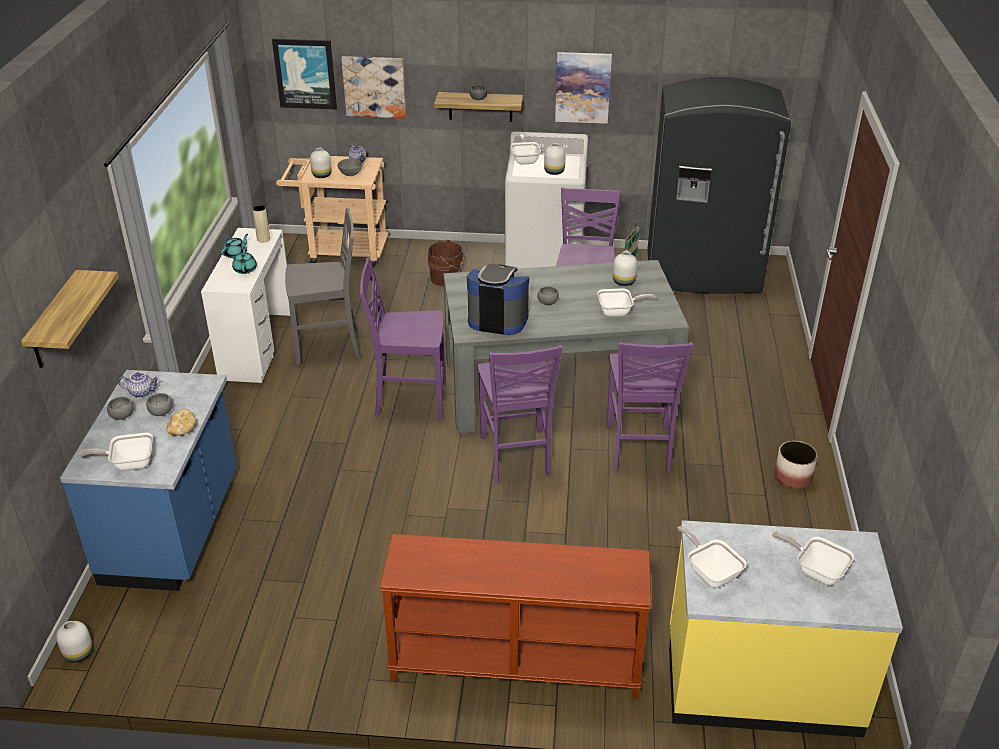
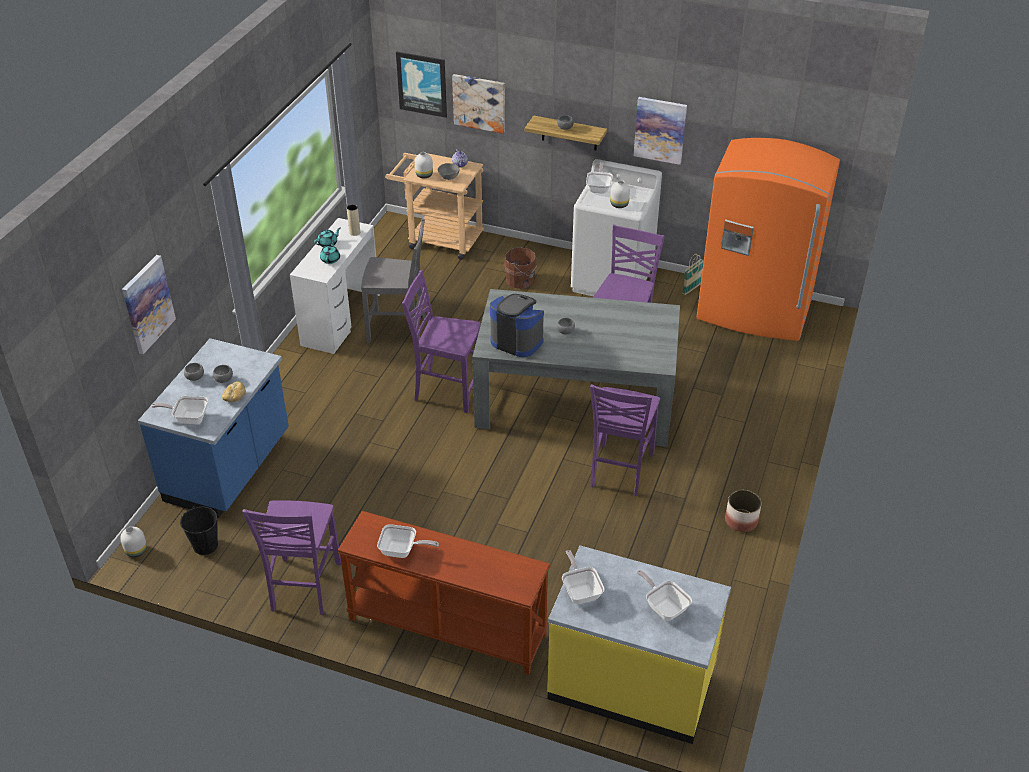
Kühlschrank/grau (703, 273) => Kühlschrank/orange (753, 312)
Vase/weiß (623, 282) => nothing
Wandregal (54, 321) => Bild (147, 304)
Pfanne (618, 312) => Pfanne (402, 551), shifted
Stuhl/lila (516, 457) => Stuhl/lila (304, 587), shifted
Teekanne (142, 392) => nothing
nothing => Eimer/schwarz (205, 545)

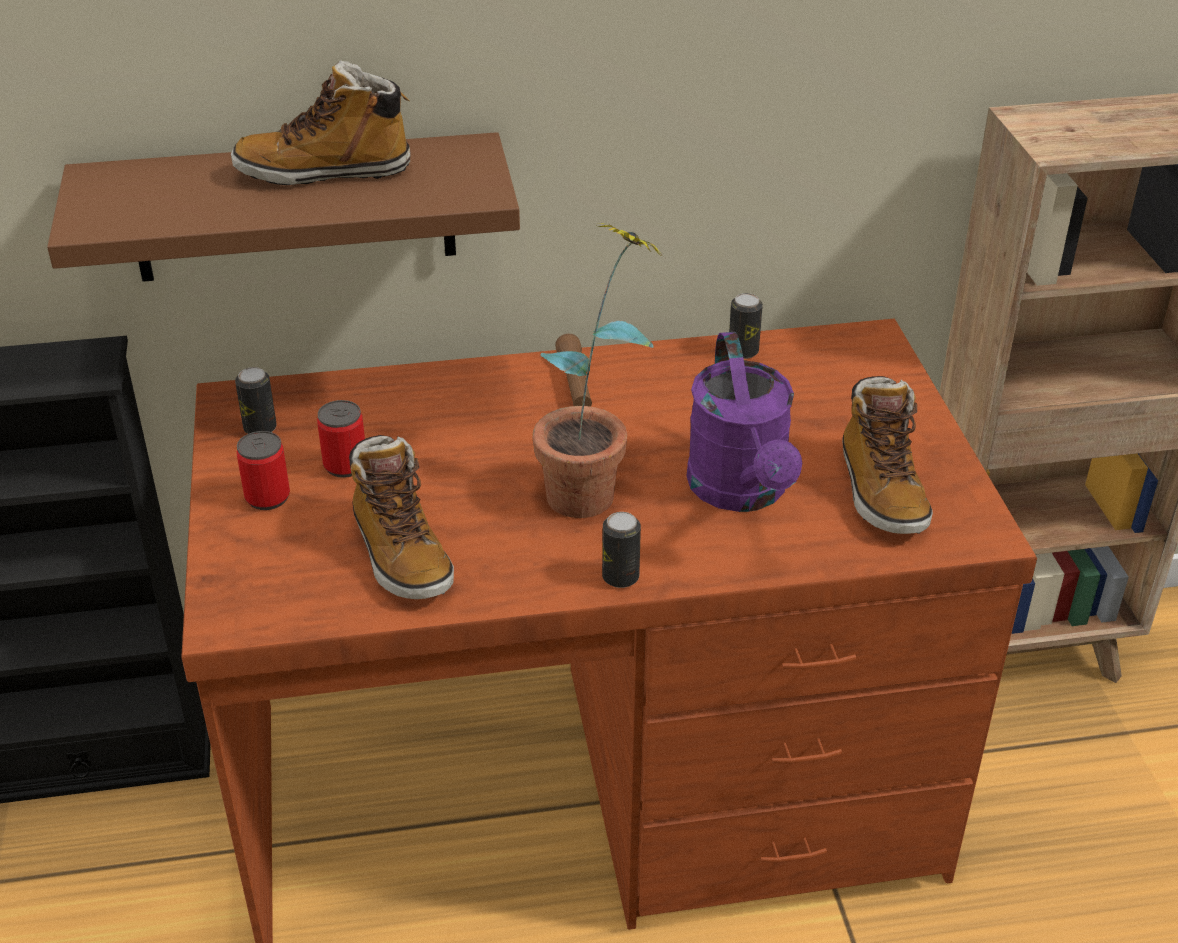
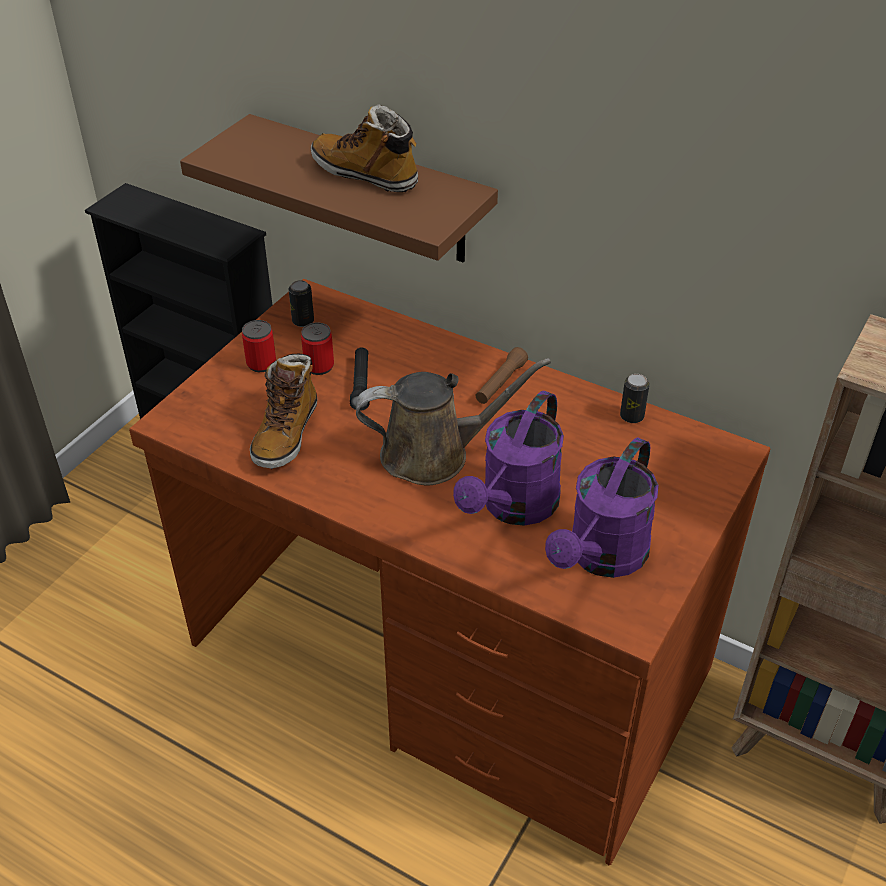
Topfpflanze (595, 486) => Gießkanne/braun (434, 454)
Stiefel (880, 491) => Gießkanne/lila (601, 558)
Dose (620, 577) => nothing
nothing => Taschenlampe/schwarz (361, 384)

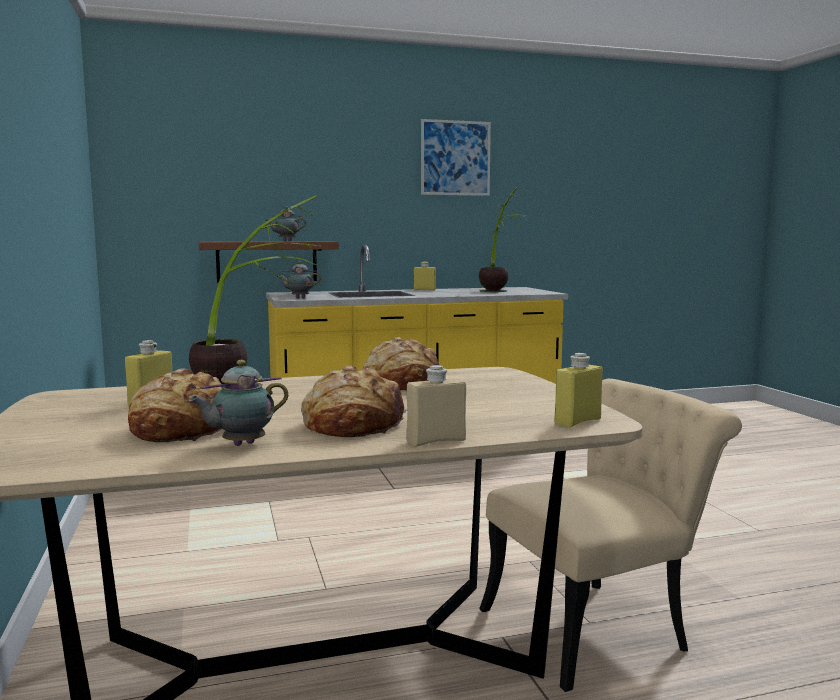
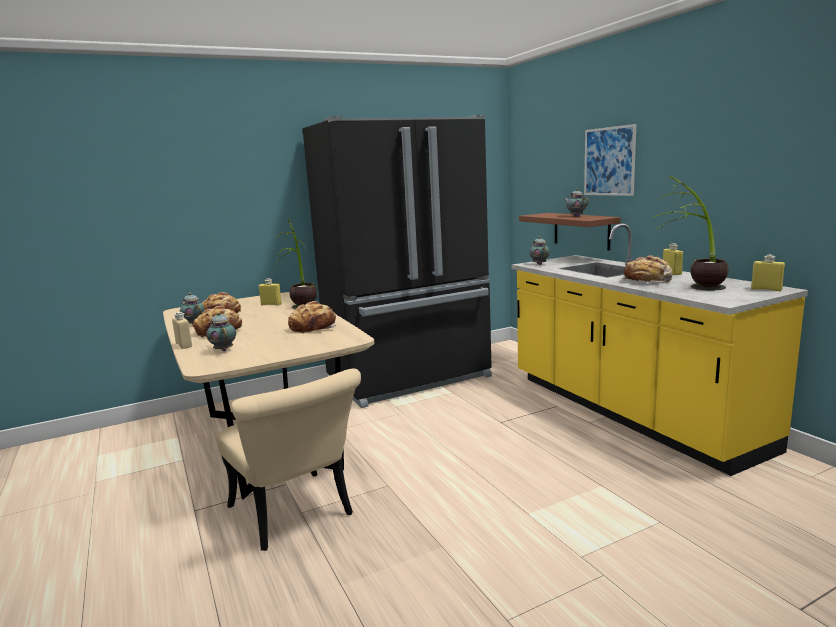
Bild (455, 158) => Bild (609, 161), shifted
Flasche/gelb (577, 421) => Flasche/gelb (766, 289), shifted
nothing => Kühlschrank/schwarz (411, 379)
nothing => Brot (647, 280)
nothing => Teekanne (223, 350)

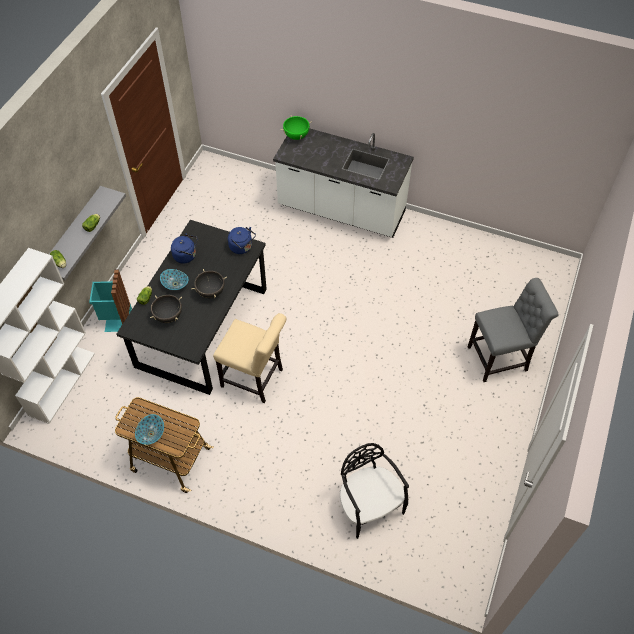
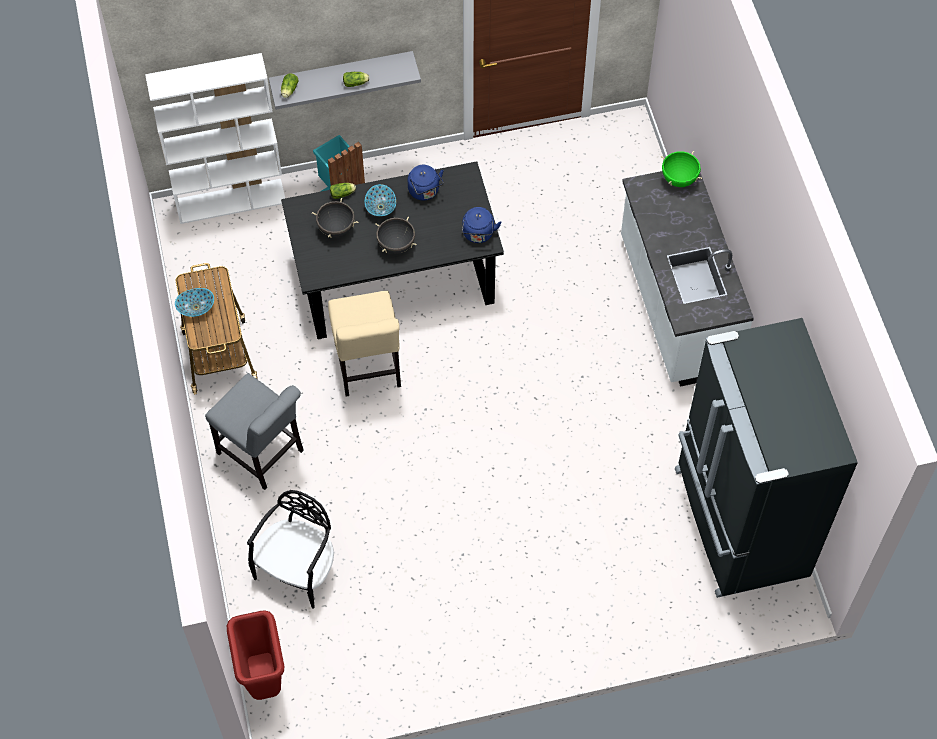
Stuhl/grau (500, 358) => Stuhl/grau (263, 454), shifted
nothing => Kühlschrank/schwarz (738, 523)
nothing => Mülleimer/rot (263, 680)

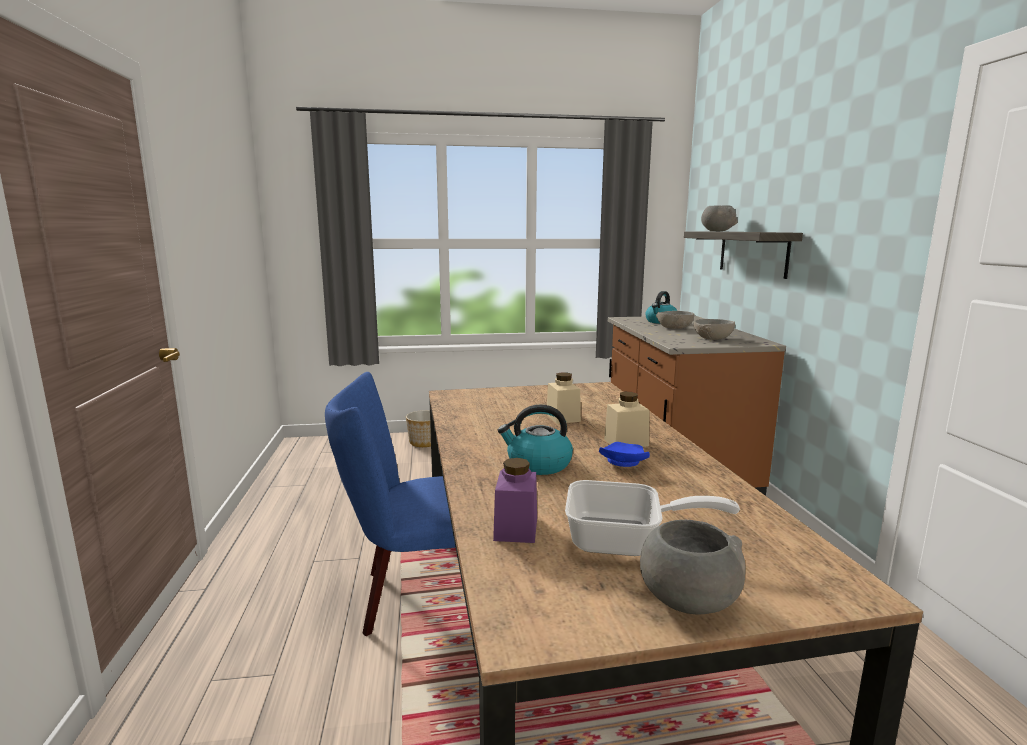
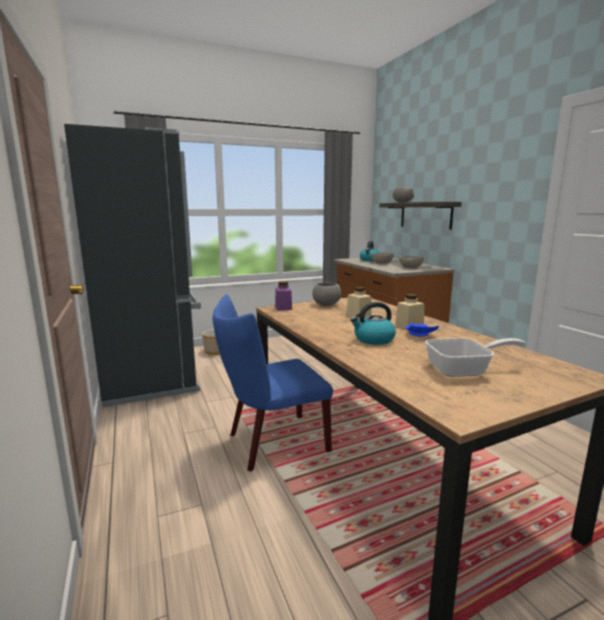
Vorratsglas/lila (516, 528) => Vorratsglas/lila (283, 308), shifted
Schüssel/grau (687, 600) => Schüssel/grau (326, 304), shifted
nothing => Kühlschrank/schwarz (152, 373)

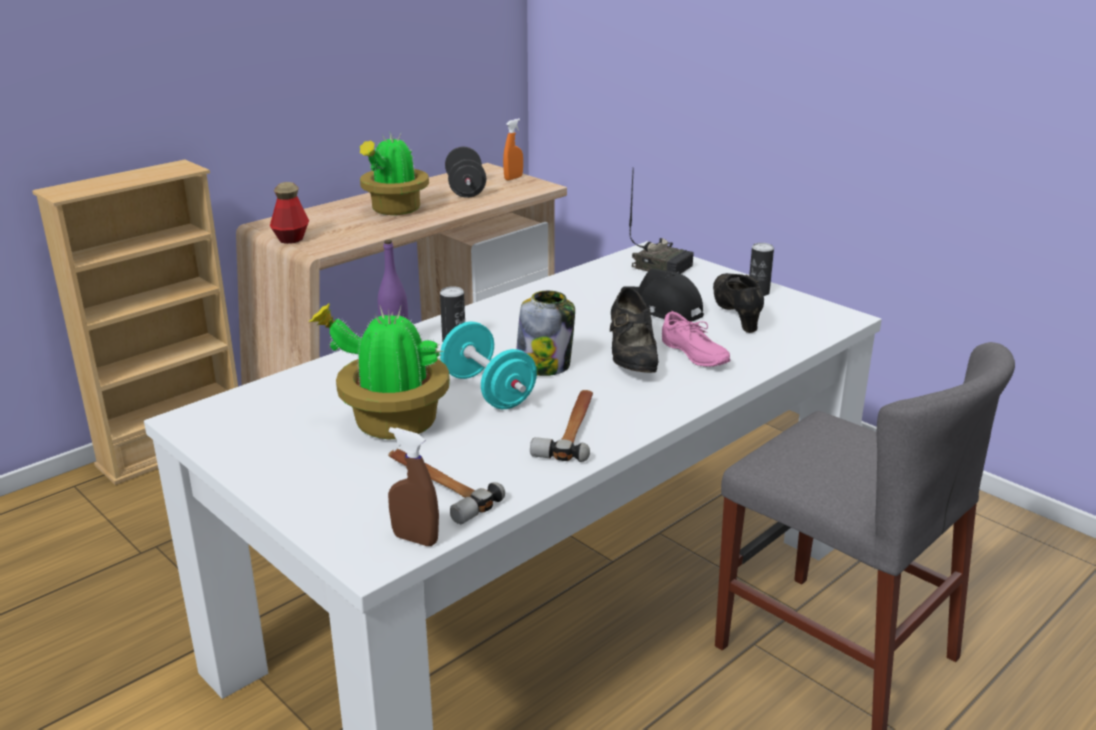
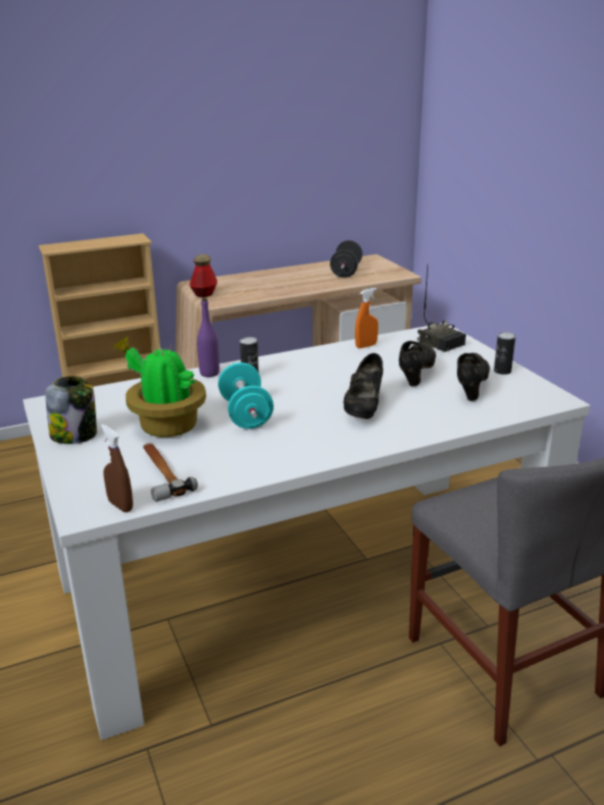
Sprühflasche/orange (513, 178) => Sprühflasche/orange (366, 346), shifted
Topfpflanze (394, 210) => nothing
Kappe/schwarz (661, 309) => Schuh/schwarz (415, 373)
Vorratsglas (544, 365) => Vorratsglas (75, 435), shifted
Schuh/rosa (692, 355) => nothing
Hammer (571, 429) => nothing

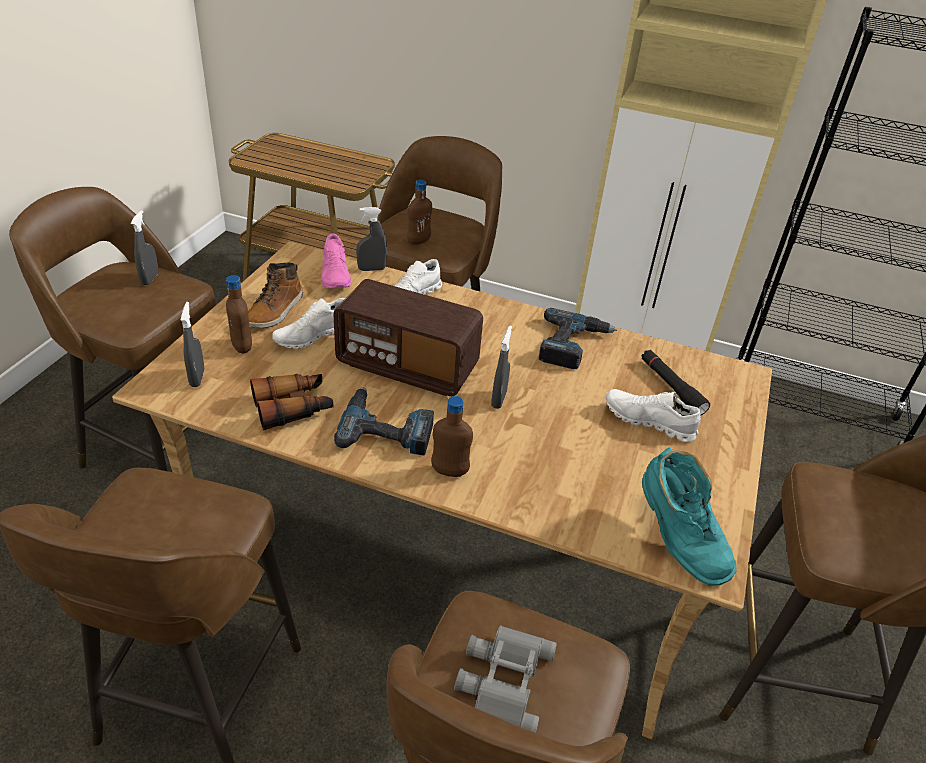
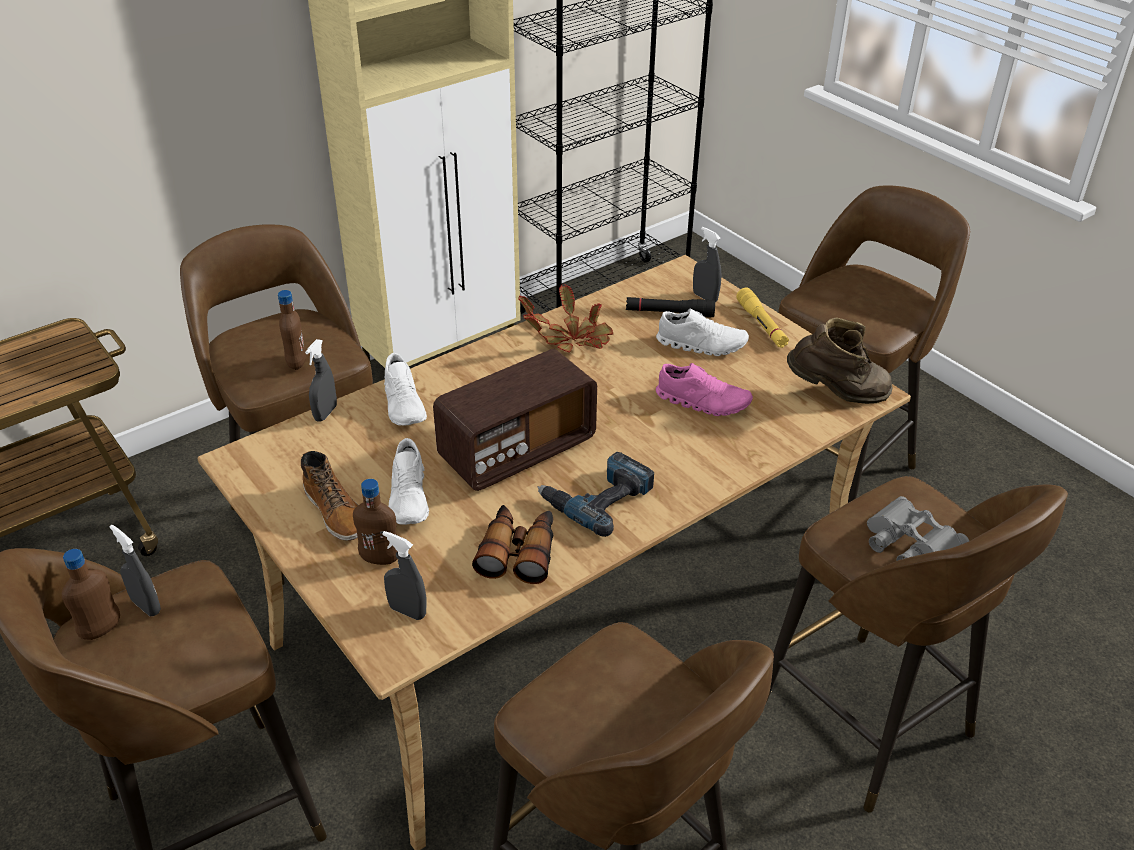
Schuh/rosa (336, 276) => Schuh/rosa (703, 402), shifted
Bohrmaschine (572, 345) => Topfpflanze (571, 338)
Sprühflasche/grau (498, 399) => Sprühflasche/grau (705, 297), shifted
Schuh/weiß (648, 421) => Schuh/weiß (701, 345), 135 degrees counterclockwise
Flasche/braun (449, 471) => Flasche/braun (101, 630), shifted
Stiefel/türkis (676, 542) => Stiefel/braun (837, 394)
nothing => Taschenlampe/gelb (761, 325)

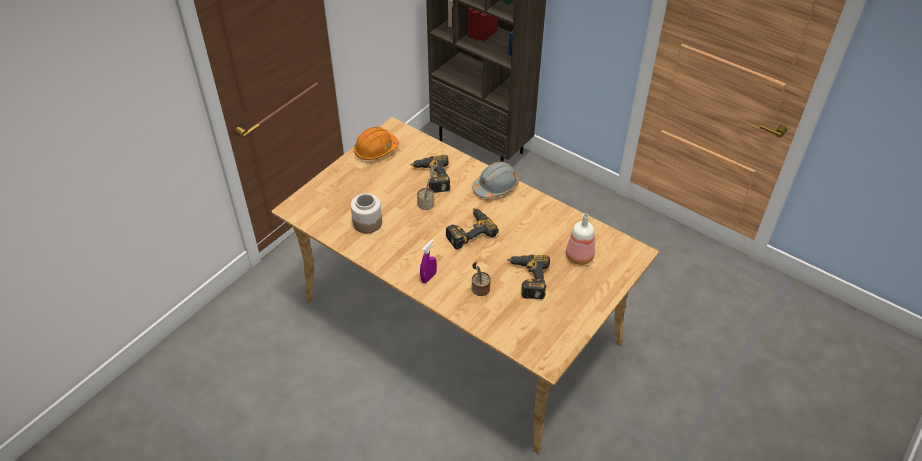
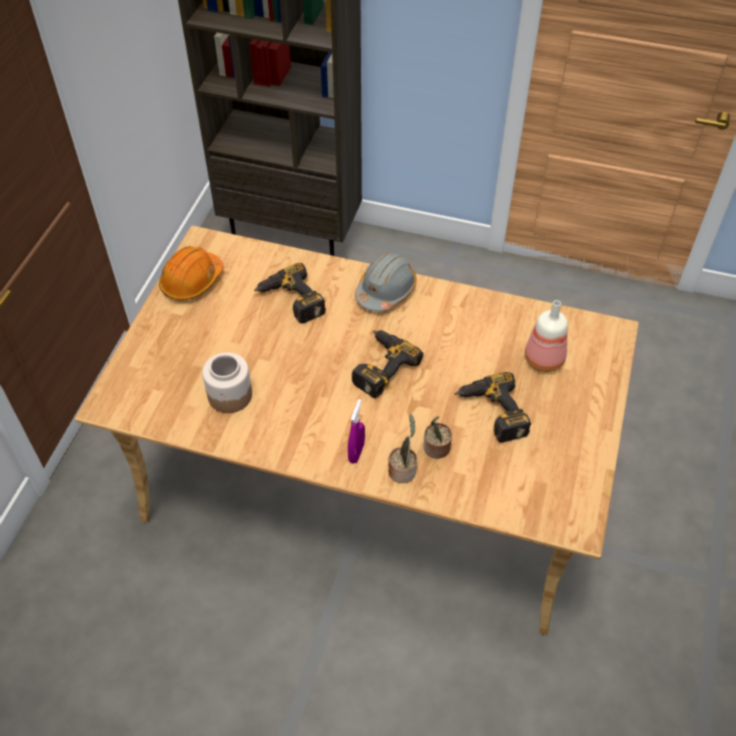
Topfpflanze (427, 203) => Topfpflanze (403, 470), shifted

